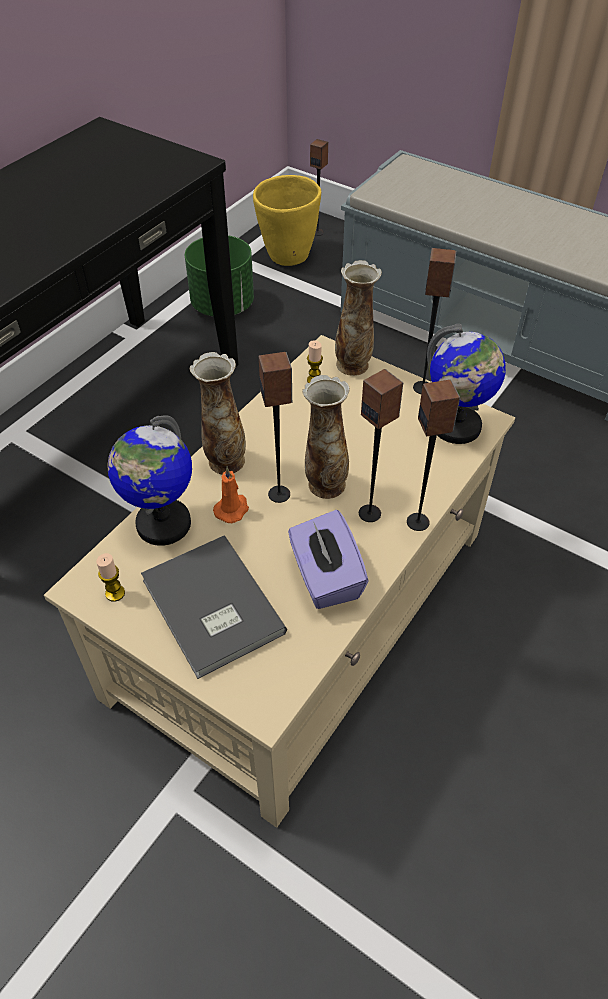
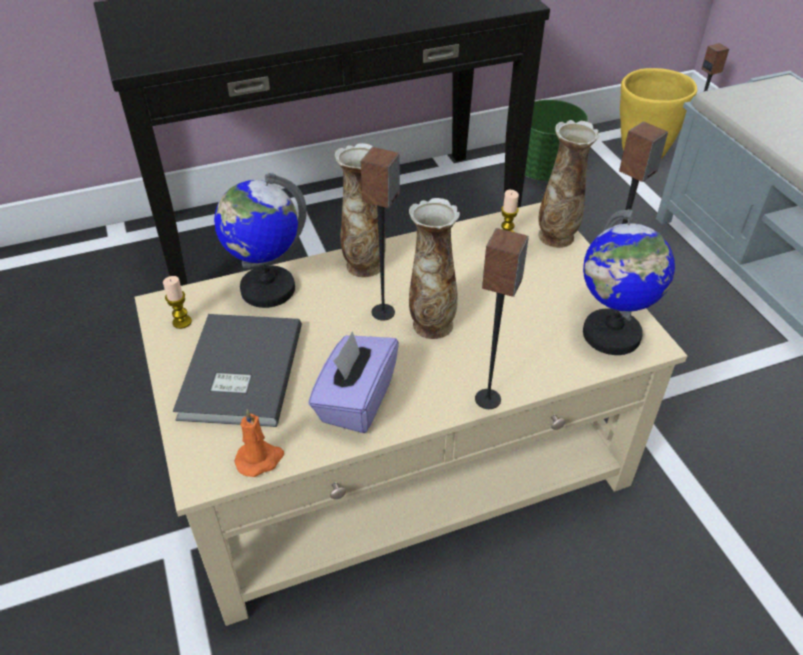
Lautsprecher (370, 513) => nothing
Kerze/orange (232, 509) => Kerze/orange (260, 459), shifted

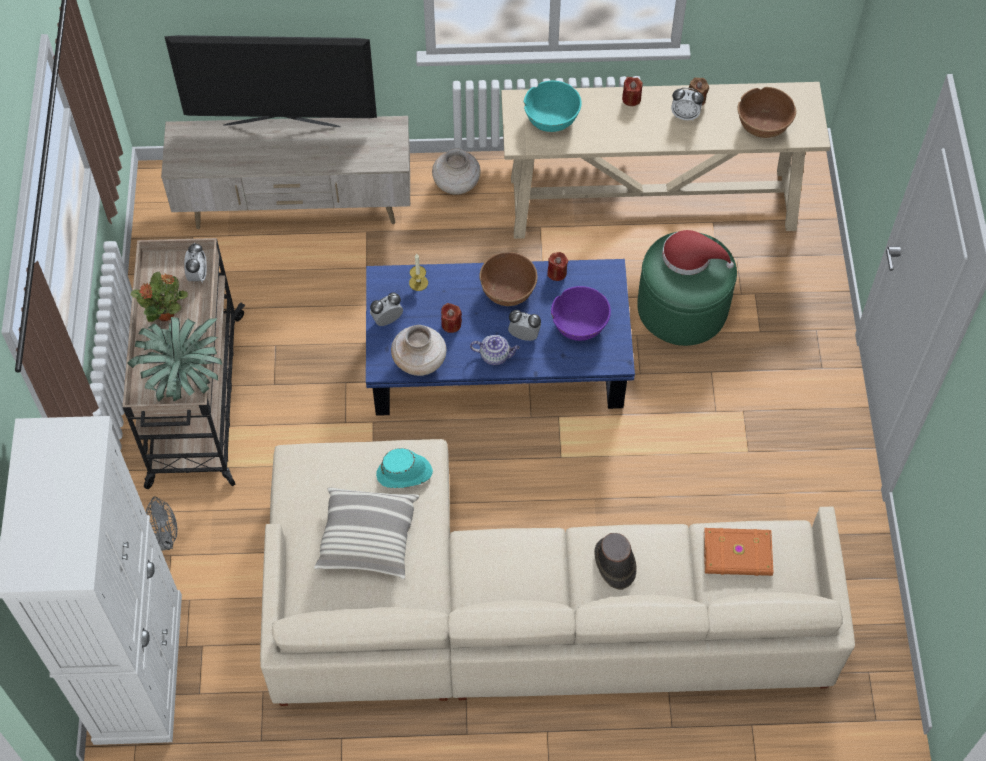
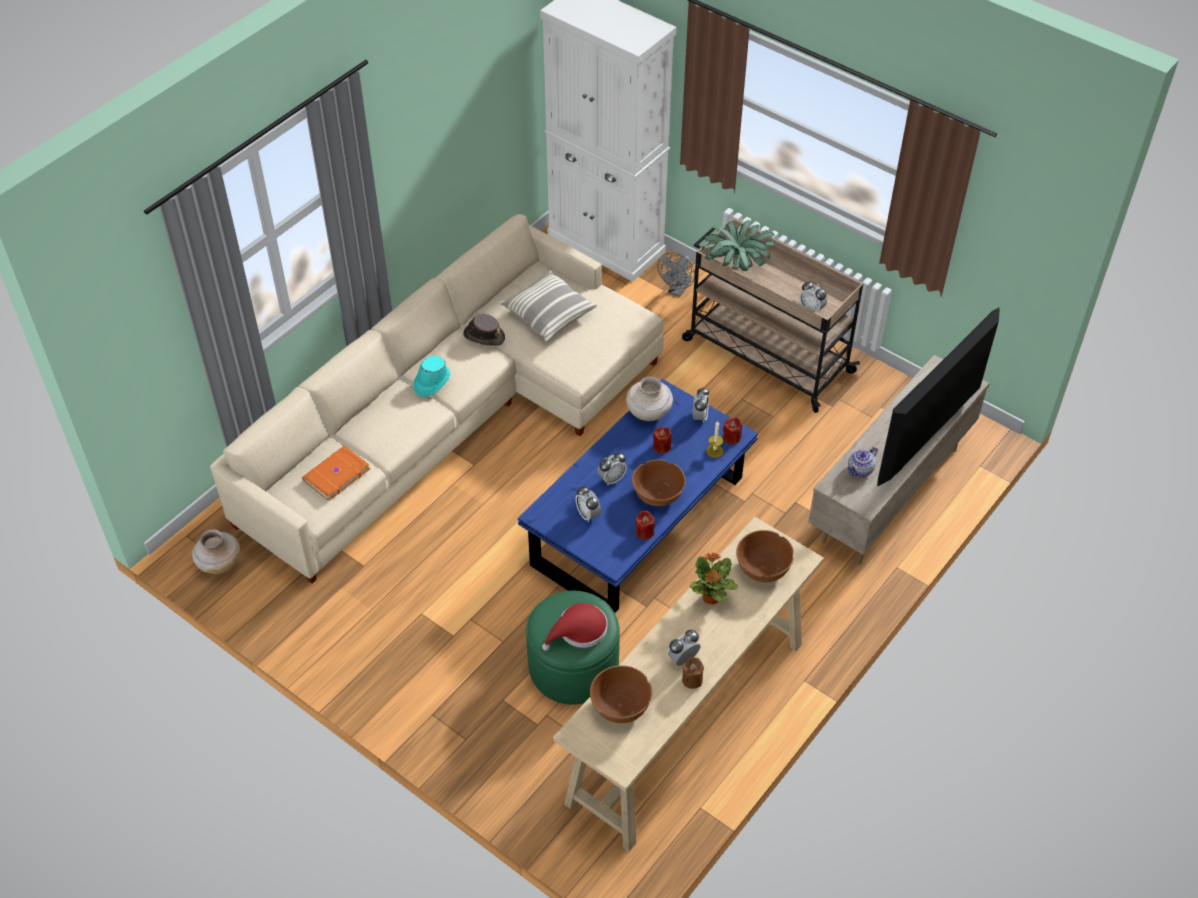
Kerze/rot (631, 99) => Kerze/rot (731, 438), shifted
Schüssel/türkis (551, 119) => Schüssel/braun (763, 568)
Vase/beige (456, 184) => Vase/beige (219, 564), shifted
Topfpflanze (166, 313) => Topfpflanze (711, 598), shifted
Schüssel/lila (579, 325) => Wecker (588, 514)
Teekanne (495, 355) => Teekanne (860, 470), shifted
Hut/türkis (405, 473) => Hut/türkis (431, 382), shifted
Hut/braun (614, 564) => Hut/braun (483, 336), shifted

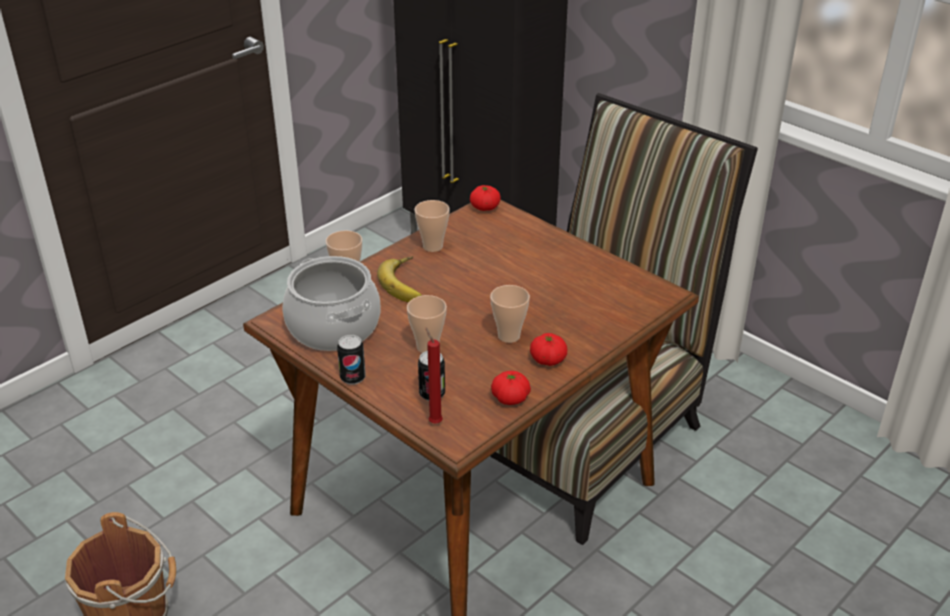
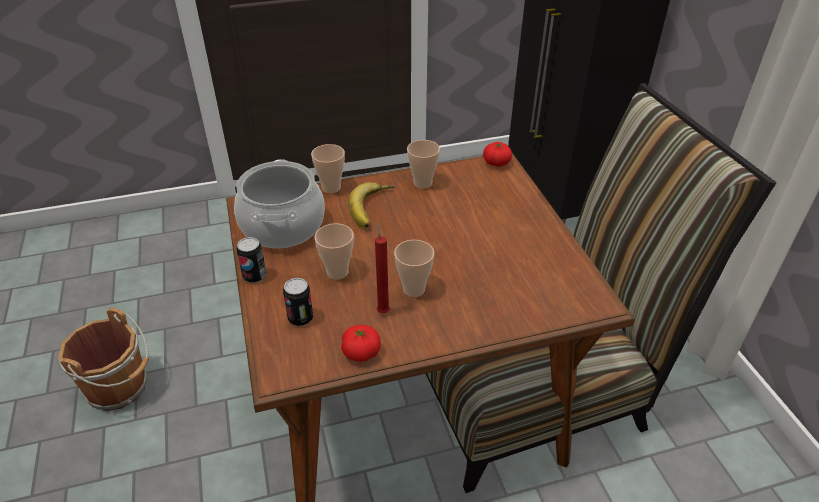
Kerze/rot (434, 421) => Kerze/rot (383, 311), shifted
Tomate (548, 360) => nothing

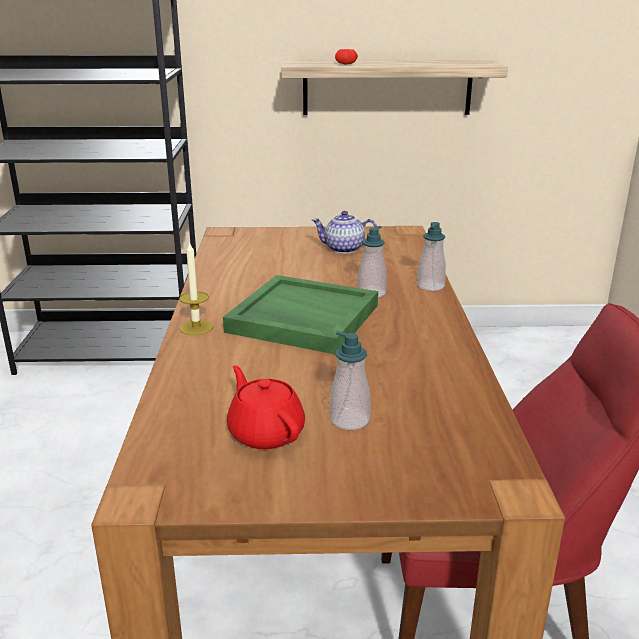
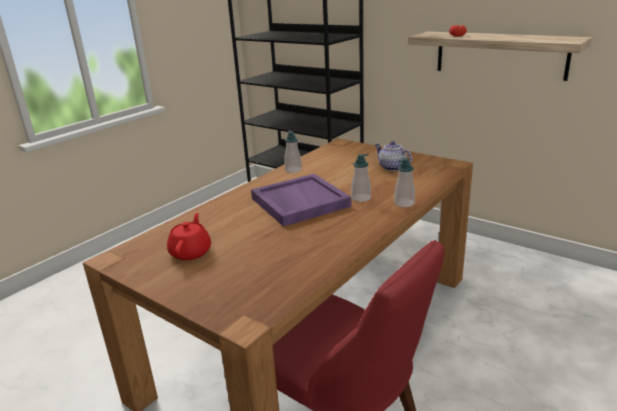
Kerze (196, 327) => nothing
Tablett/grün (302, 318) => Tablett/lila (299, 202)
Seifenspender (349, 420) => Seifenspender (293, 170), shifted

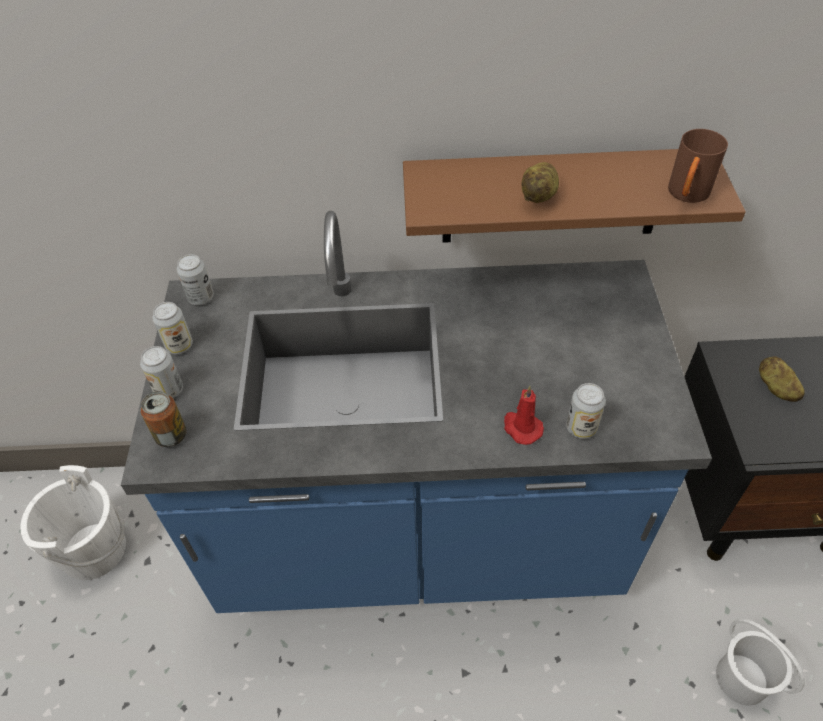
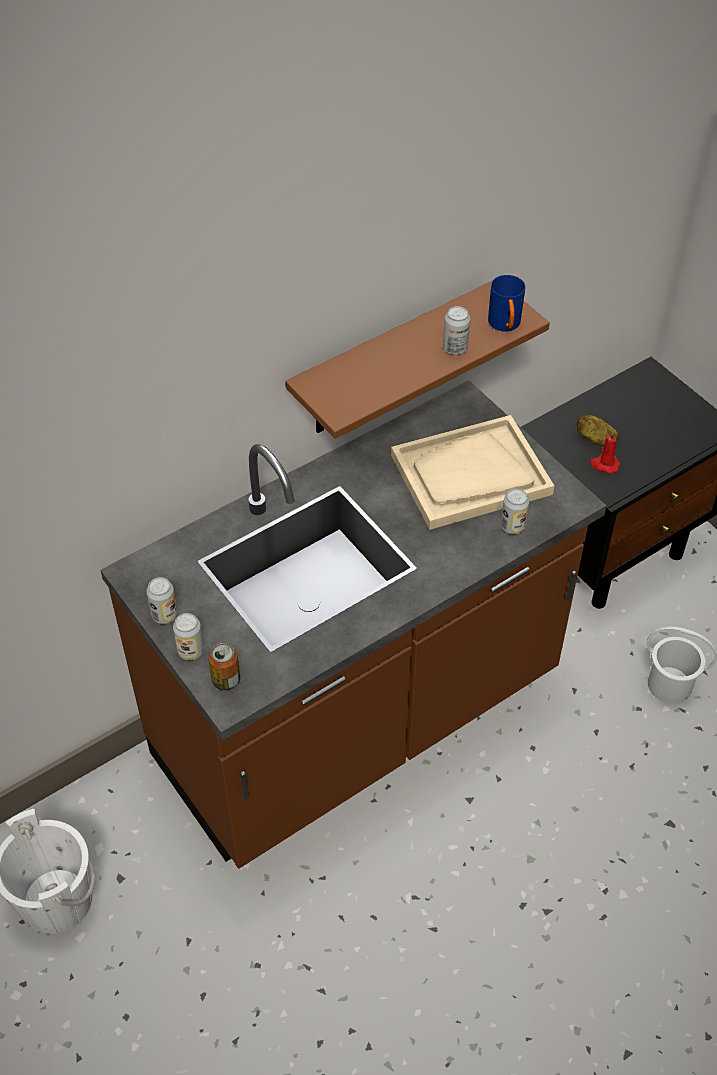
Henkelbecher/braun (686, 196) => Henkelbecher/blau (505, 326)
Kartoffel (540, 196) => nothing
Küchenzeile/blau (418, 540) => Küchenzeile/braun (358, 721)
Dose (201, 297) => Dose (455, 348), shifted
Kerze/rot (521, 427) => Kerze/rot (604, 464), shifted
nothing => Tablett/beige (470, 475)

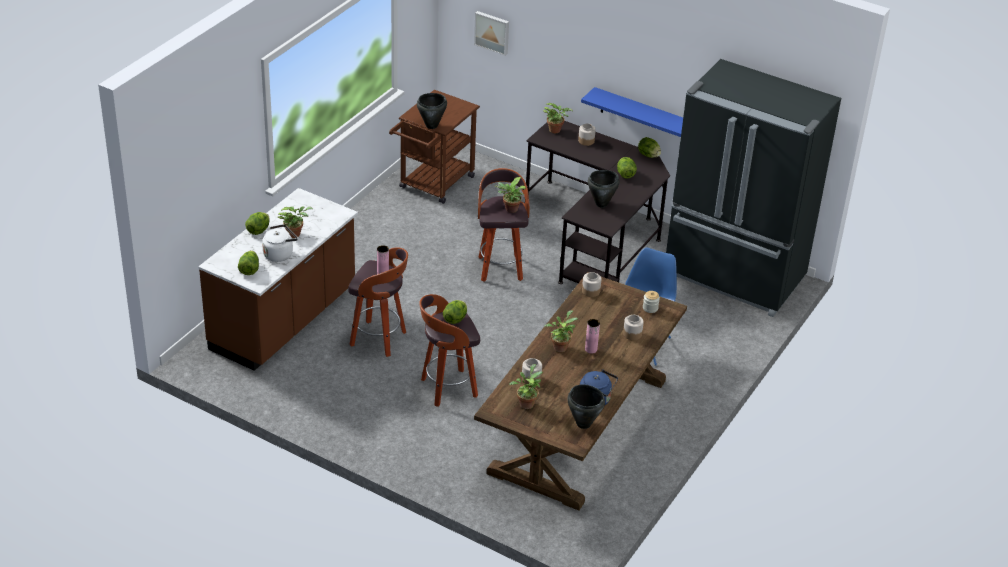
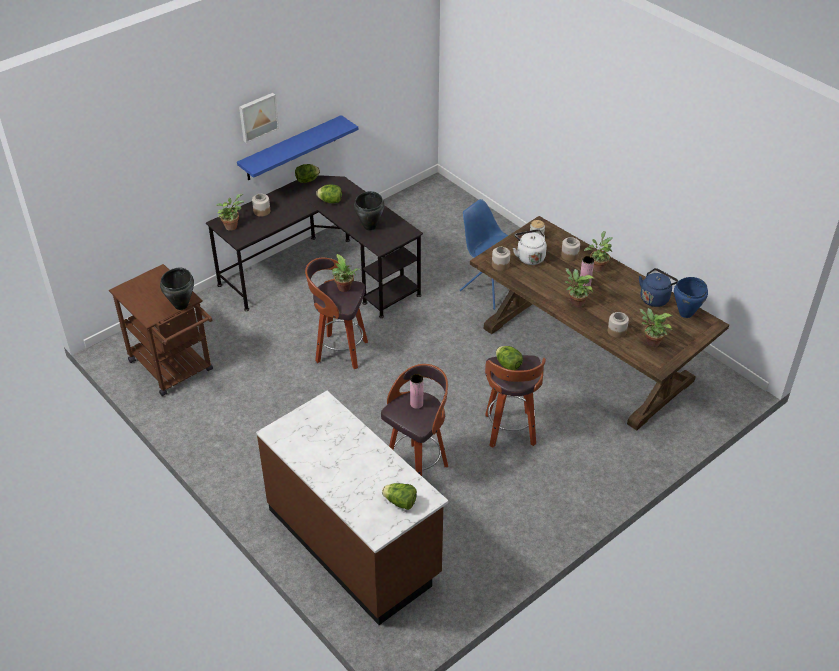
Bild (492, 32) => Bild (258, 116), shifted
Kühlschrank/schwarz (733, 277) => nothing
Topfpflanze (295, 234) => Topfpflanze (597, 266), shifted
Salatkopf (258, 230) => nothing
Wasserkessel/weiß (279, 254) => Wasserkessel/weiß (529, 257), shifted
Kochtopf/schwarz (583, 423) => Kochtopf/blau (685, 313)

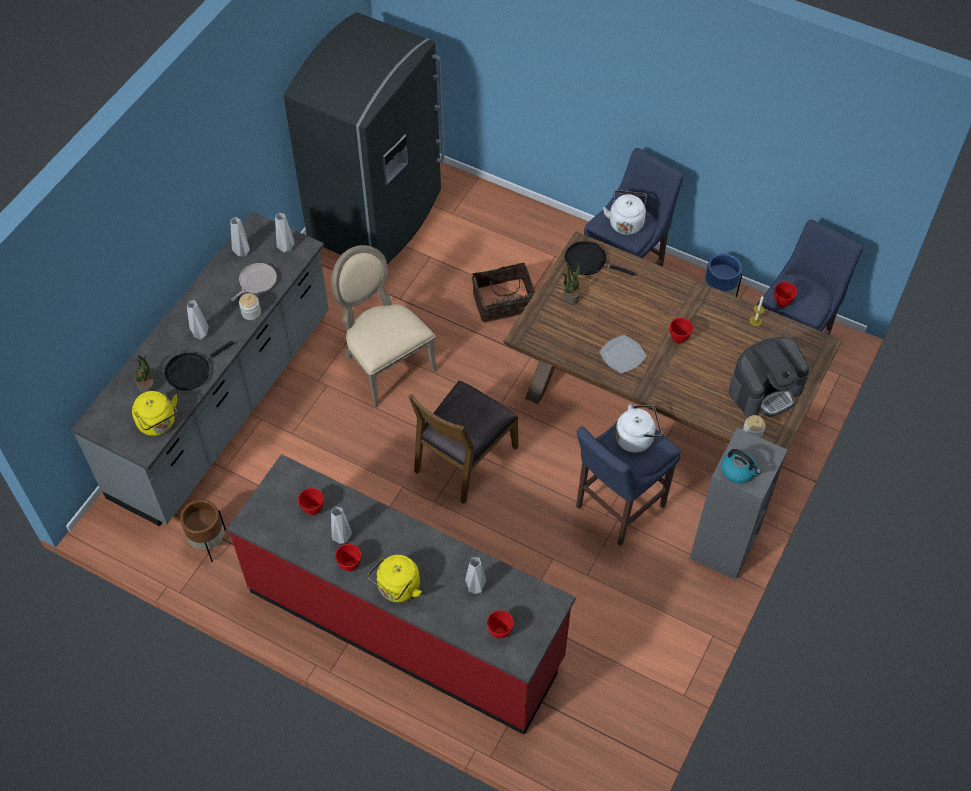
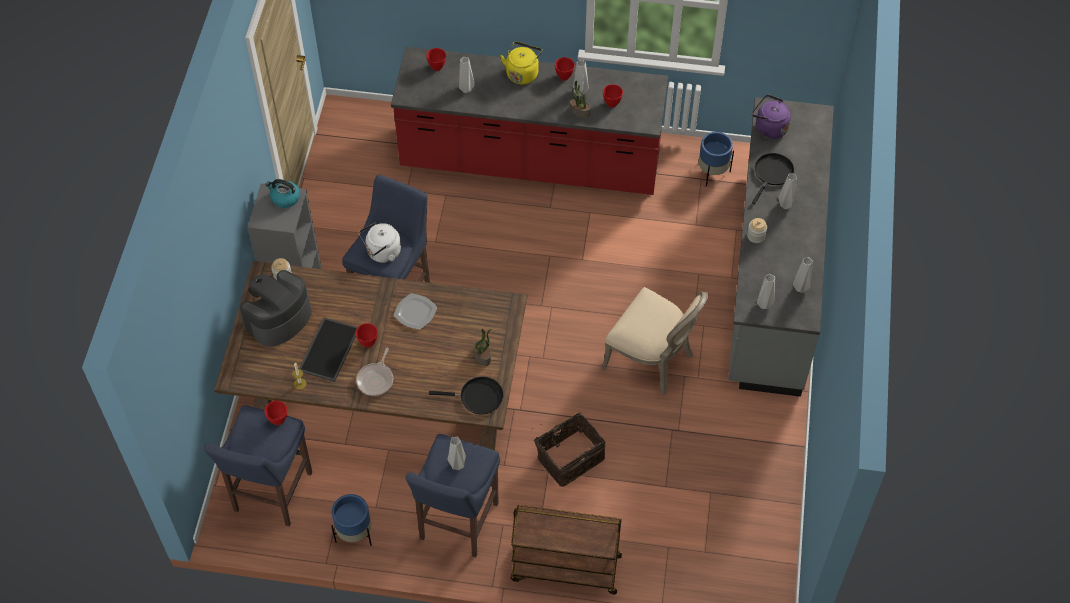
Kühlschrank/grau (378, 217) => nothing
Wasserkessel/weiß (626, 222) => Vase/grau (457, 464)
Pfanne (256, 282) => Pfanne (376, 379), shifted
Topfpflanze (146, 385) => Topfpflanze (579, 111), shifted
Stuhl/braun (464, 458) => nothing
Wasserkessel/gelb (158, 424) => Wasserkessel/lila (769, 128)
Pflanzkübel/braun (209, 542) => Pflanzkübel/blau (712, 173)
nothing => Tablett (328, 348)
nothing => Rollwagen/braun (565, 568)

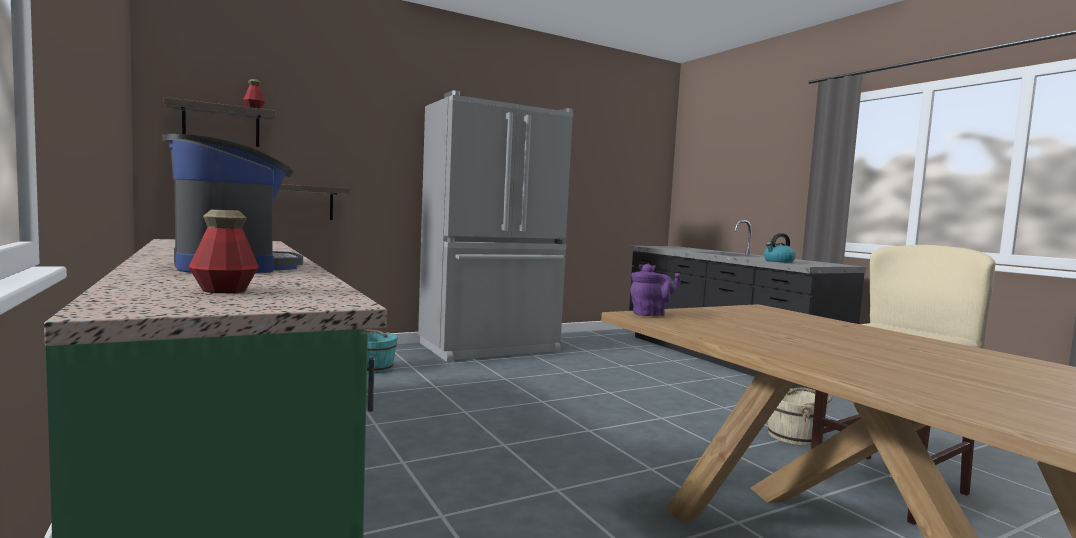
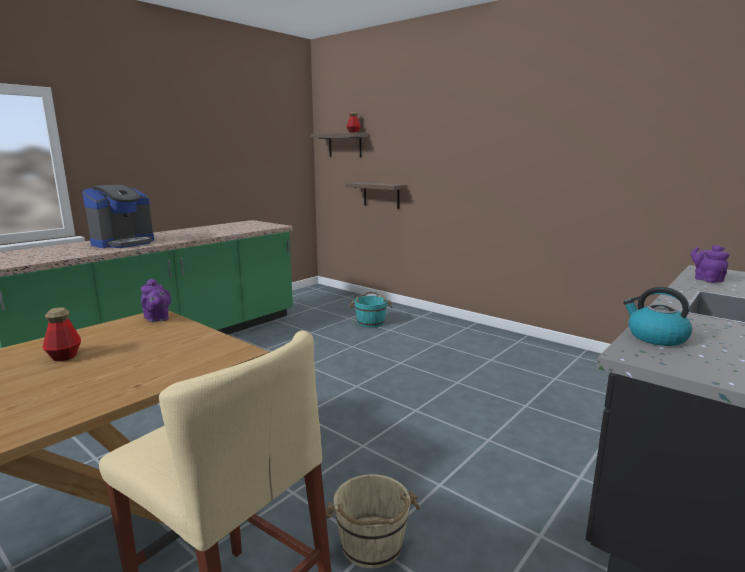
Kühlschrank/grau (491, 348) => nothing
Flasche (224, 290) => Flasche (64, 356), shifted
nothing => Teekanne/lila (706, 279)

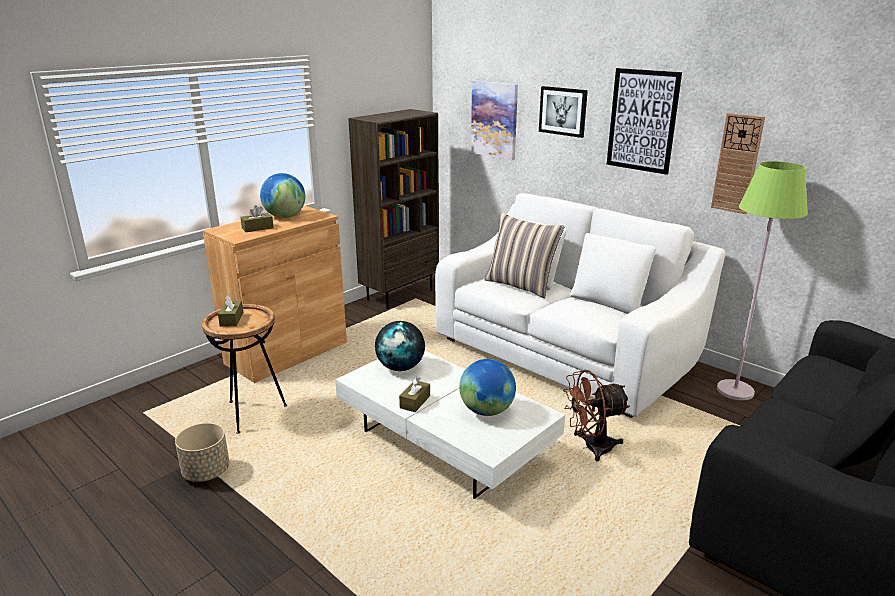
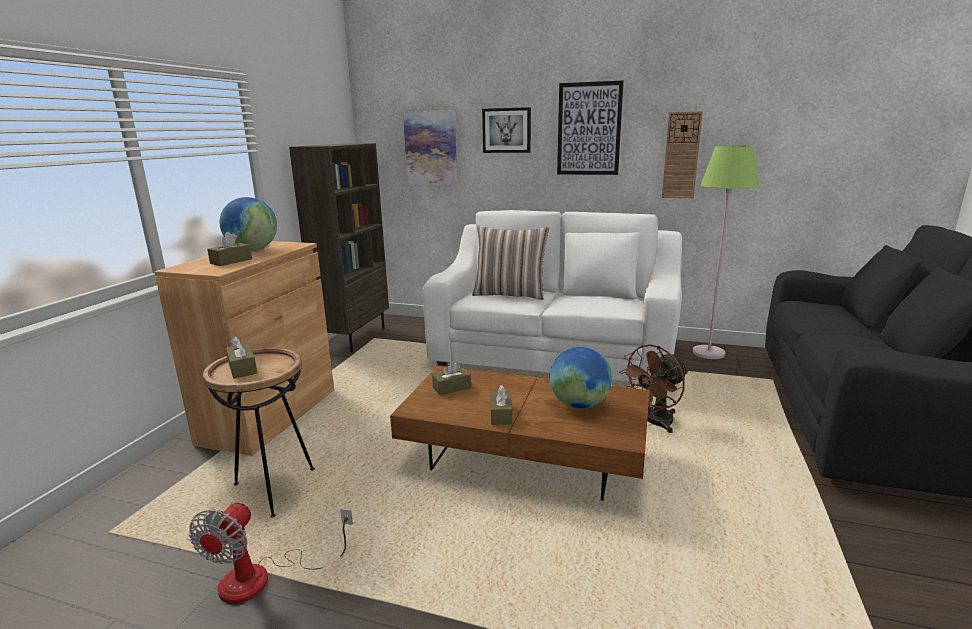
Globus (401, 367) => Taschentuchbox/braun (452, 388)
Couchtisch/weiß (446, 444) => Couchtisch/braun (525, 458)
Pflanzkübel/beige (207, 472) => Ventilator (263, 578)

